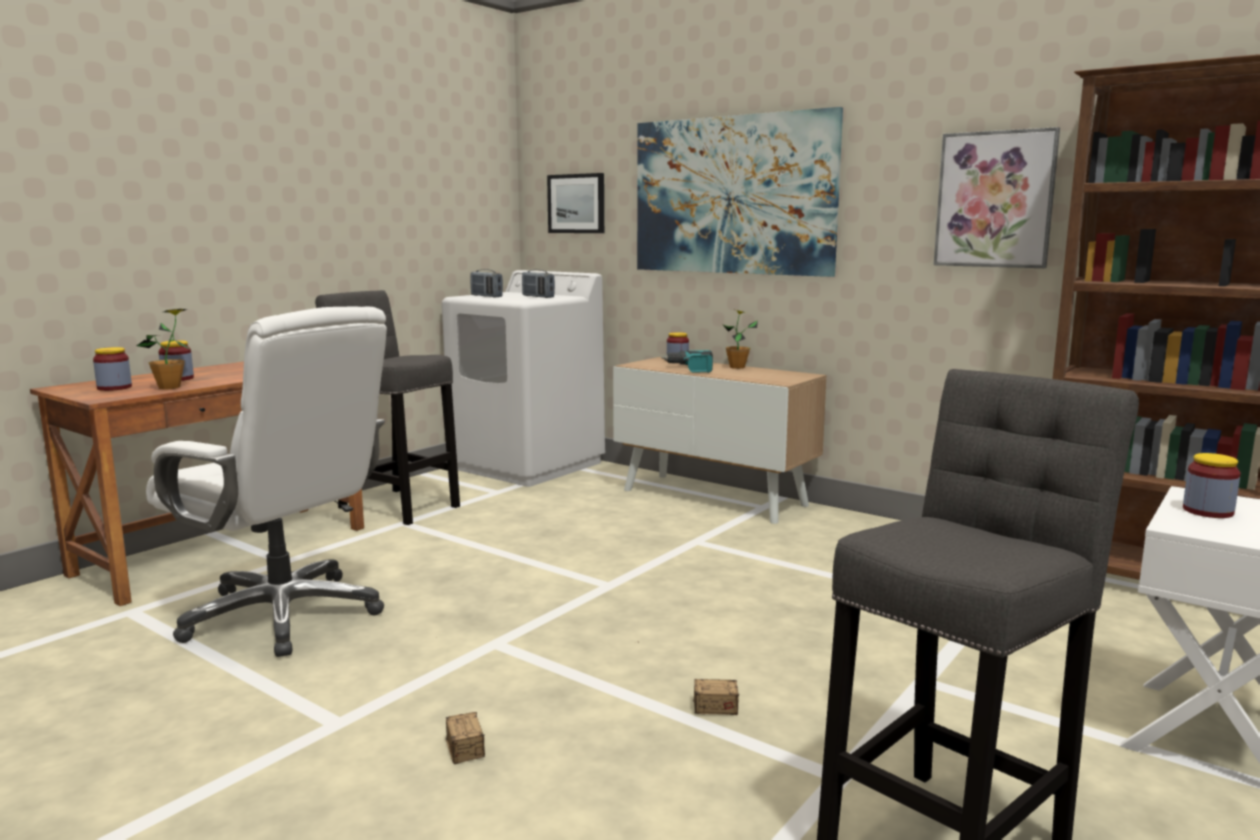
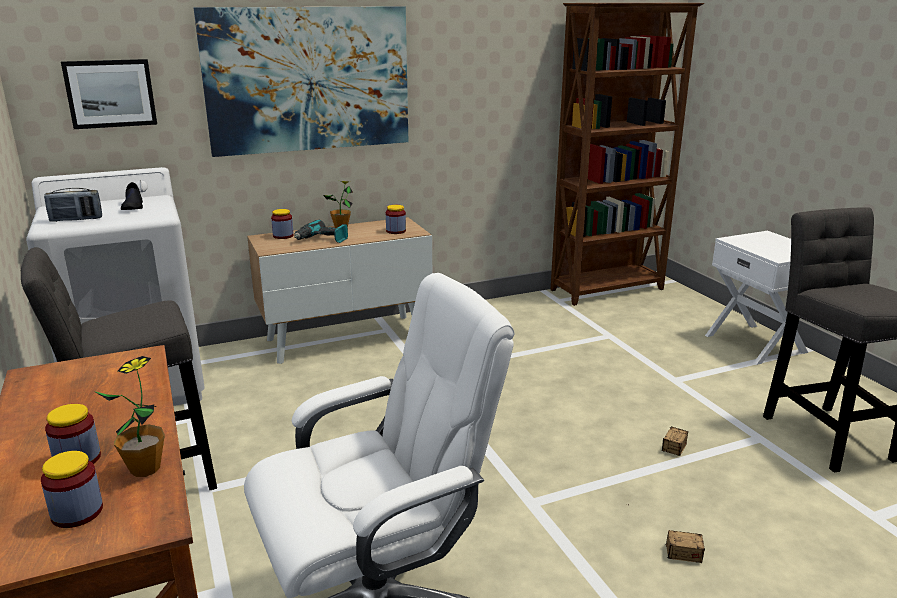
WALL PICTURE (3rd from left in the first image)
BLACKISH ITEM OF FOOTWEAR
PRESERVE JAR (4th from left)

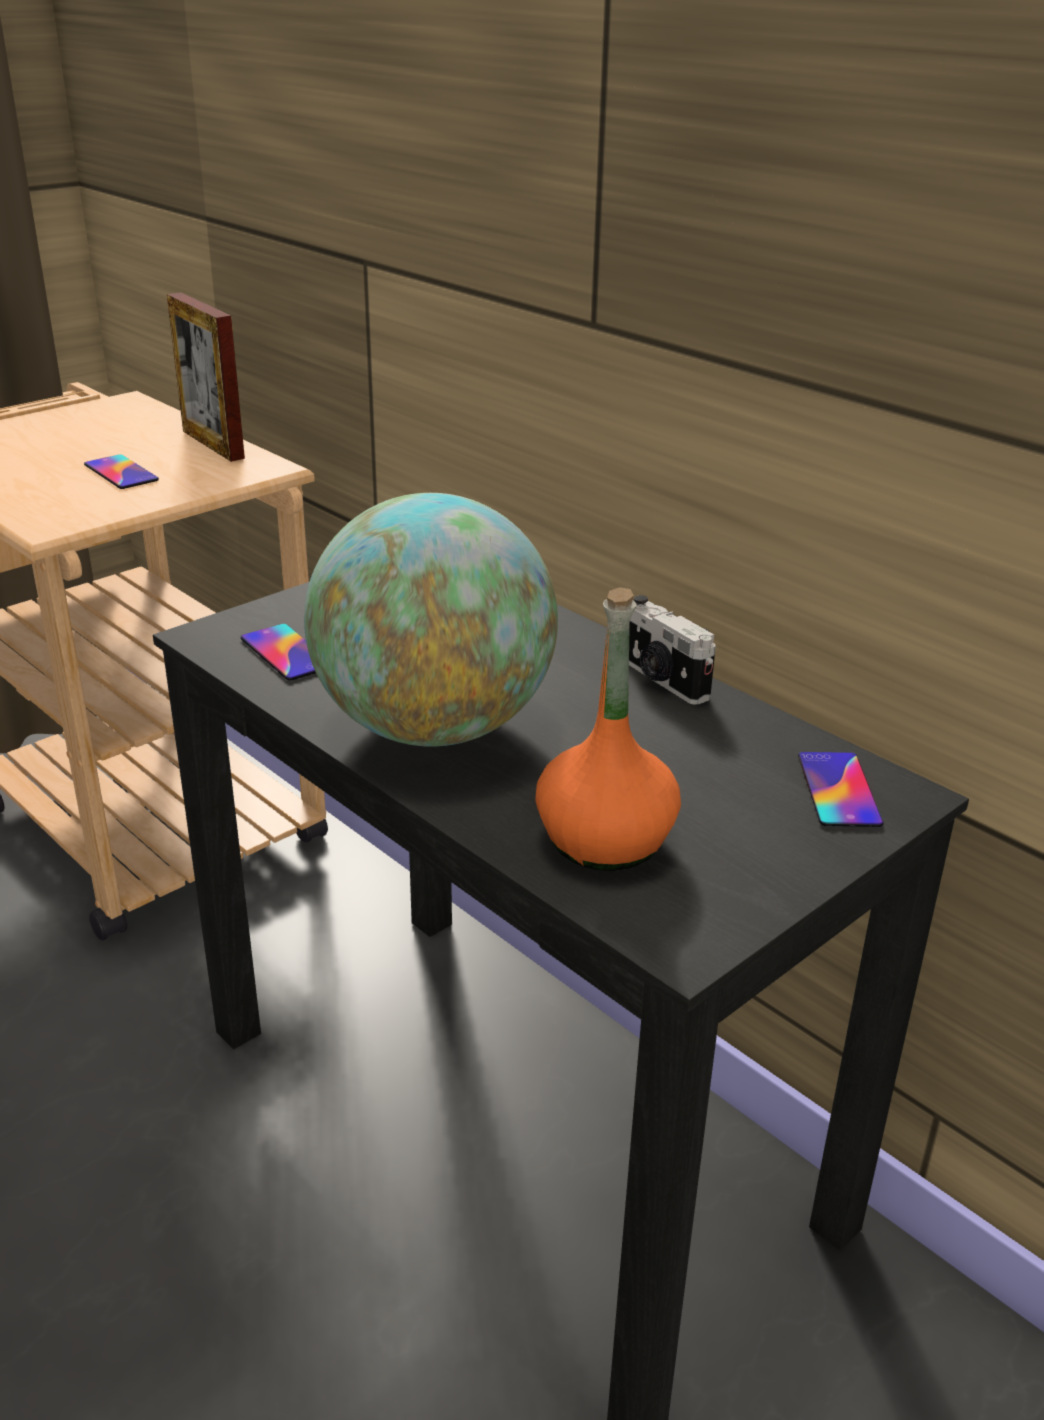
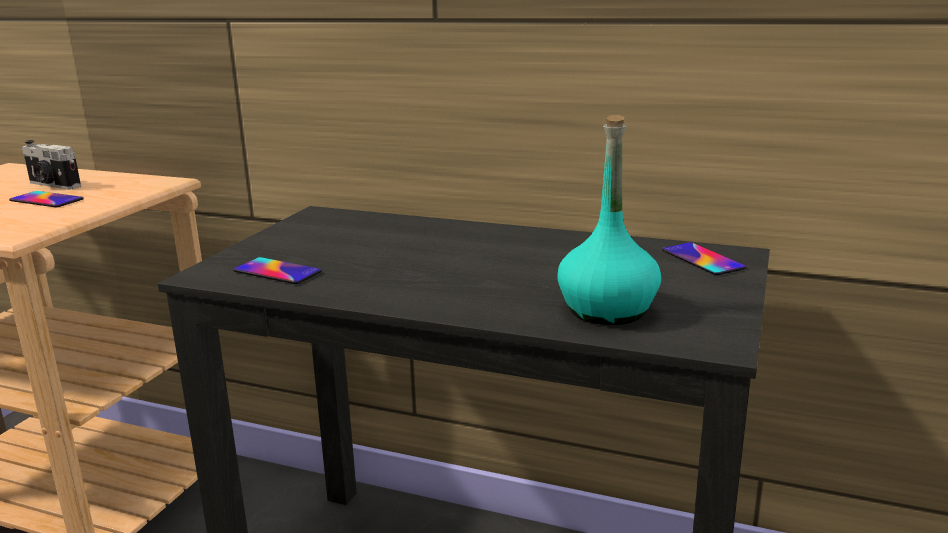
PHOTO FRAME
WORLD GLOBE
TURQUOISE BOTTLE
STILL CAMERA

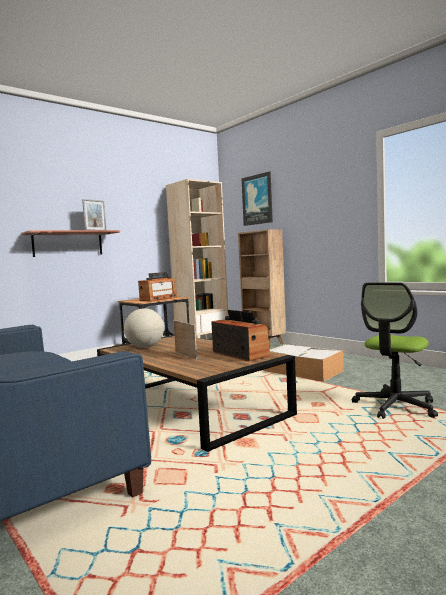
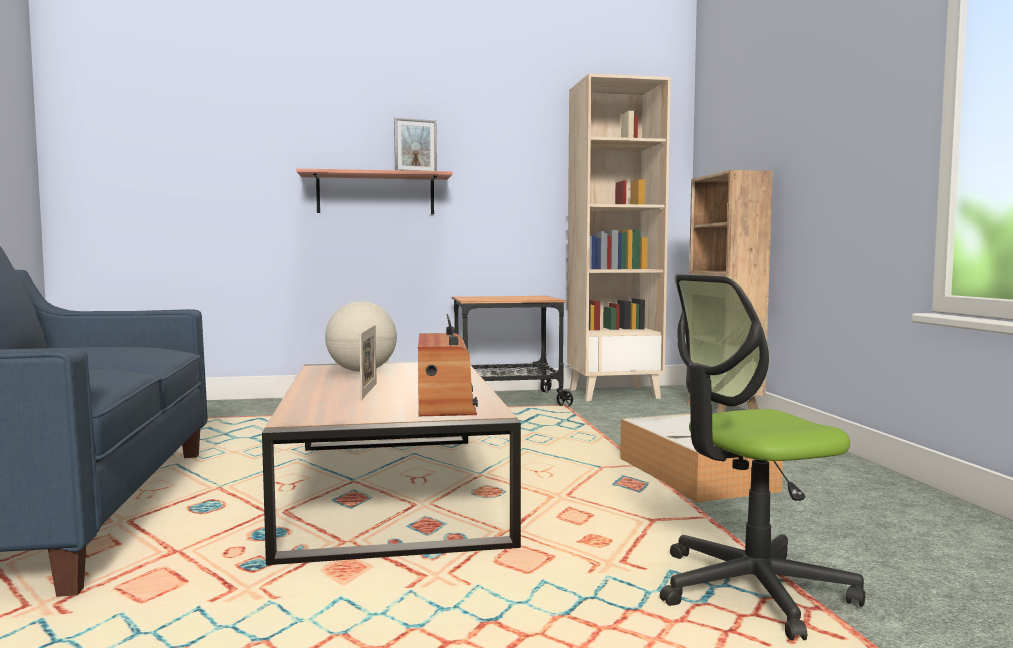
WALL PICTURE
RADIO (1st from left in the first image)

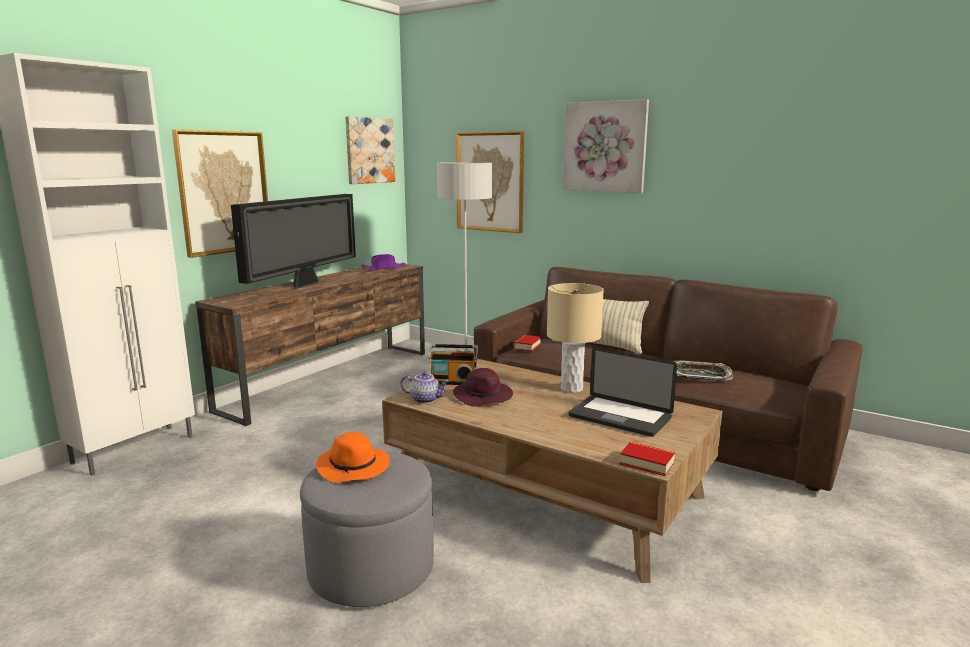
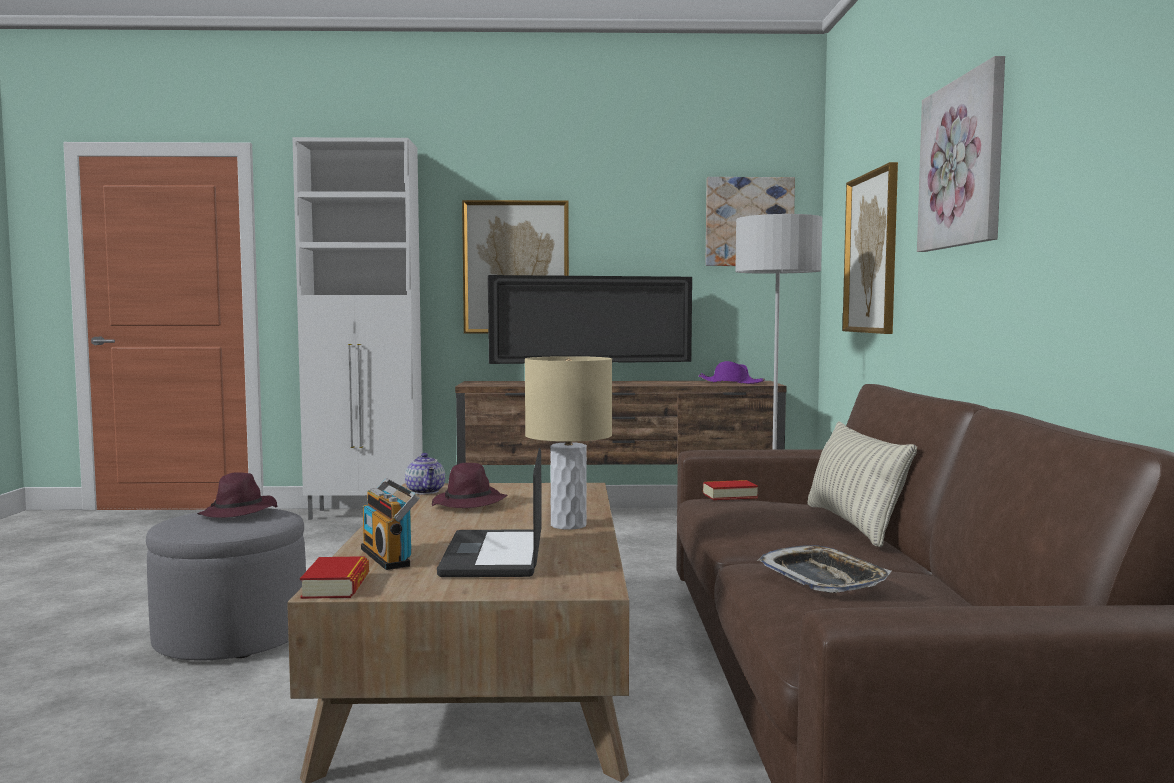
RADIO
PURPLE-COLOURED CLOTHING HAT (1st from left)

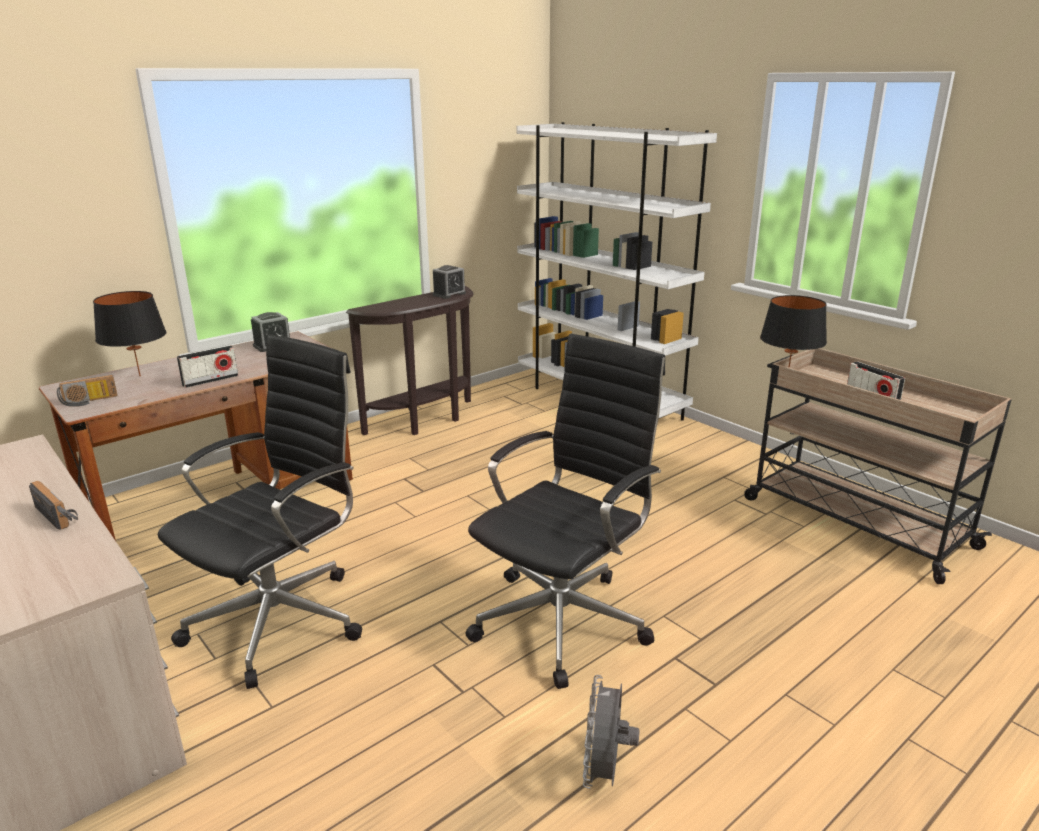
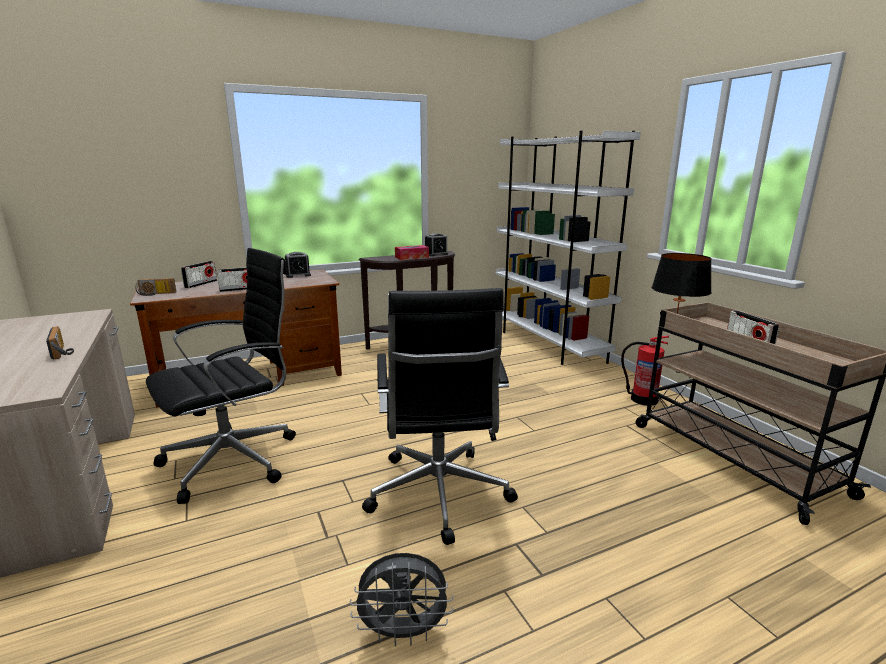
RADIO (3rd from left)
BLACKISH DESK CHAIR (2nd from left)
GREYISH ELECTRIC FAN
TISSUE BOX
FIRE EXTINGUISHER

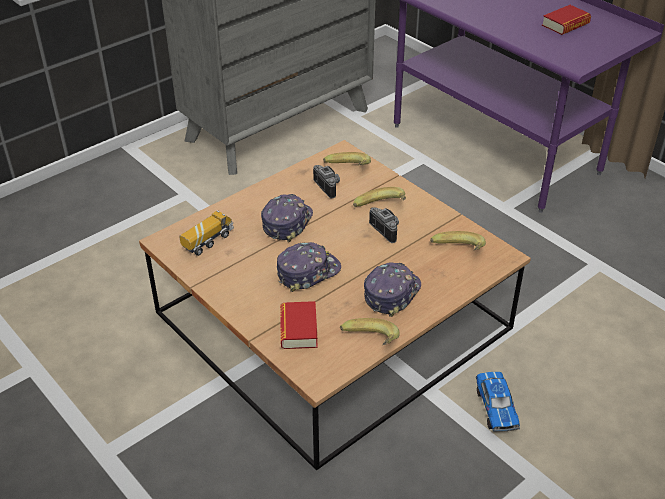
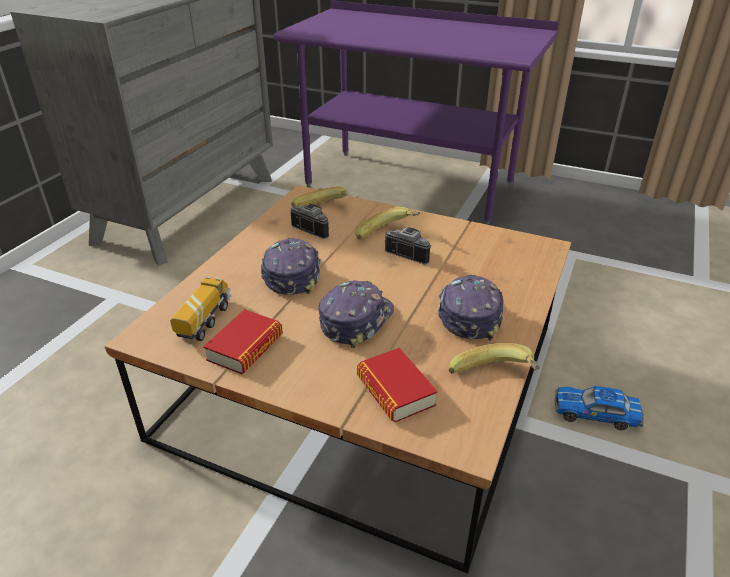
BOUND BOOK (1st from left)
WHOLE BANANA (4th from left in the first image)
TOY CAR

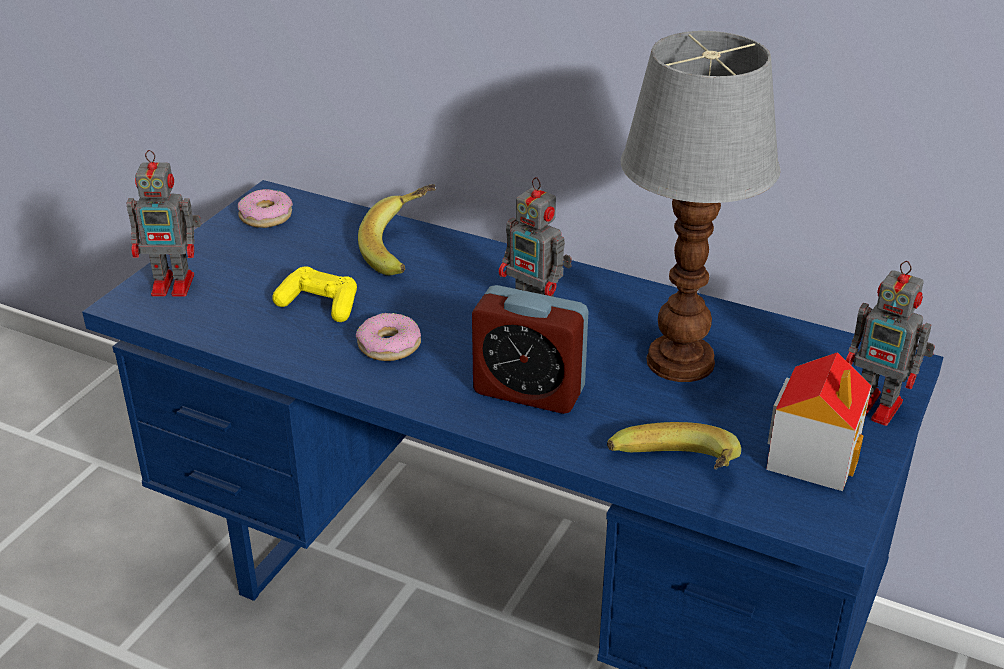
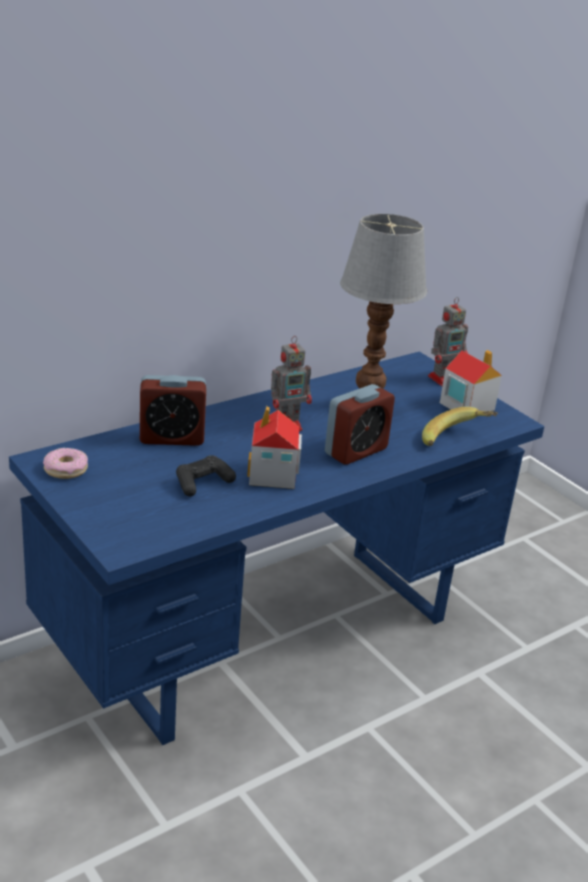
TOY ROBOT (1st from left in the first image)
ALARM CLOCK (1st from left)
BLACKISH GAMEPAD
TOY HOUSE (1st from left)

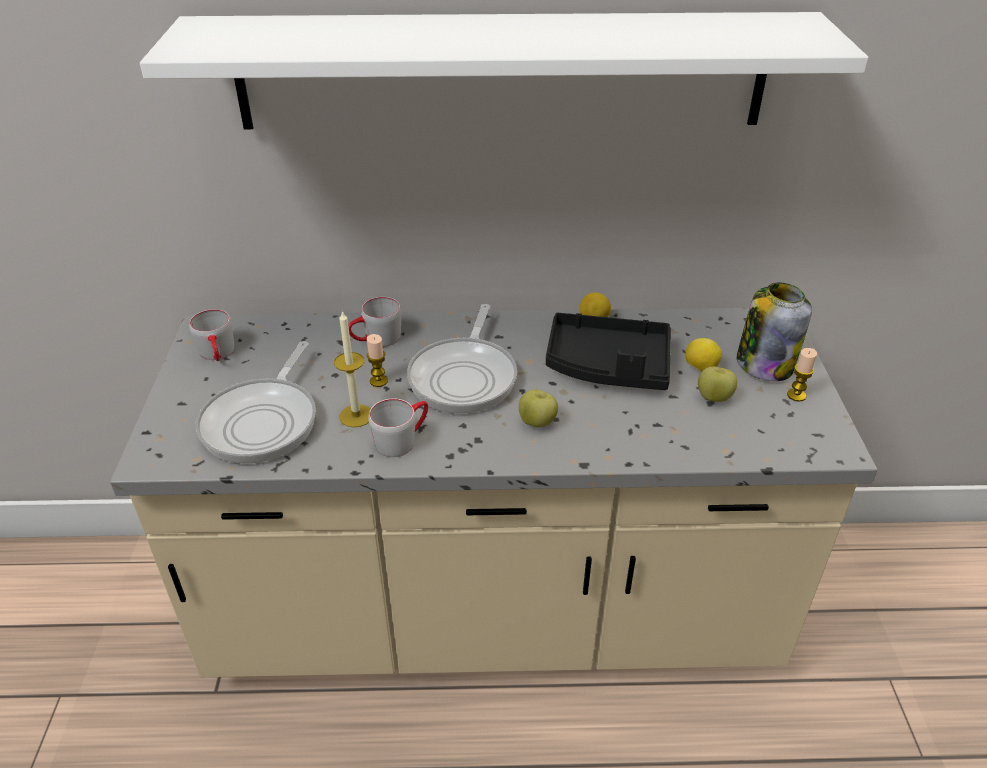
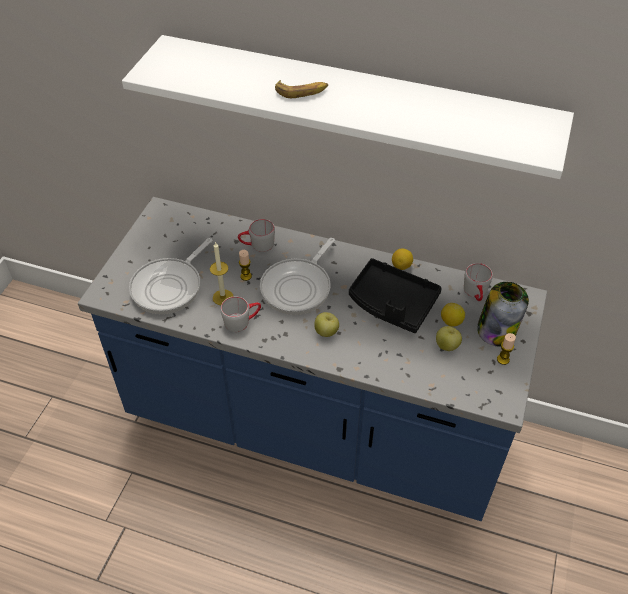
BLUE-COLOURED KITCHEN BASE UNIT
GREYISH TEA MUG (3rd from left)
WHOLE BANANA

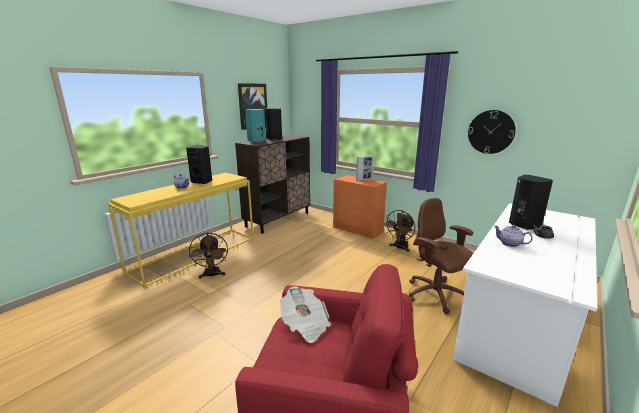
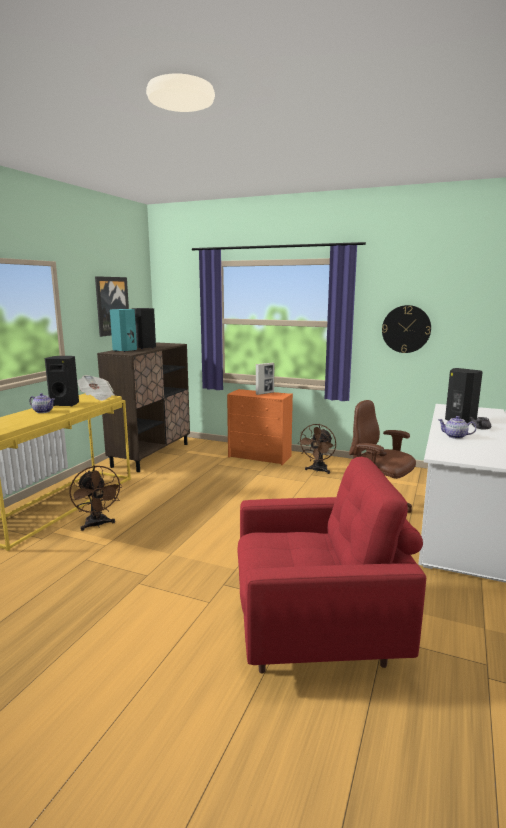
PRINTED PAPER

